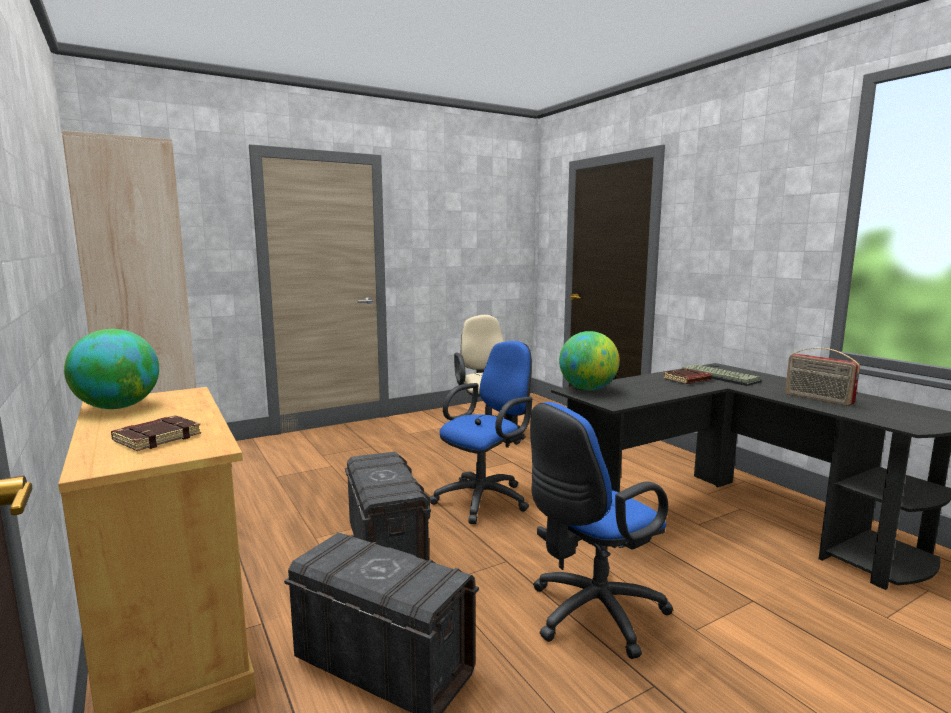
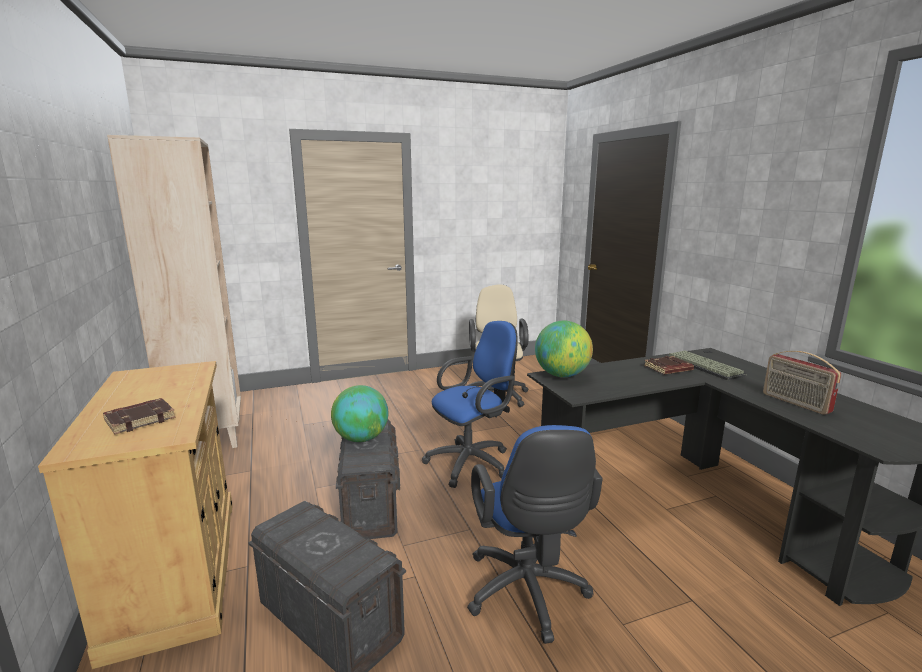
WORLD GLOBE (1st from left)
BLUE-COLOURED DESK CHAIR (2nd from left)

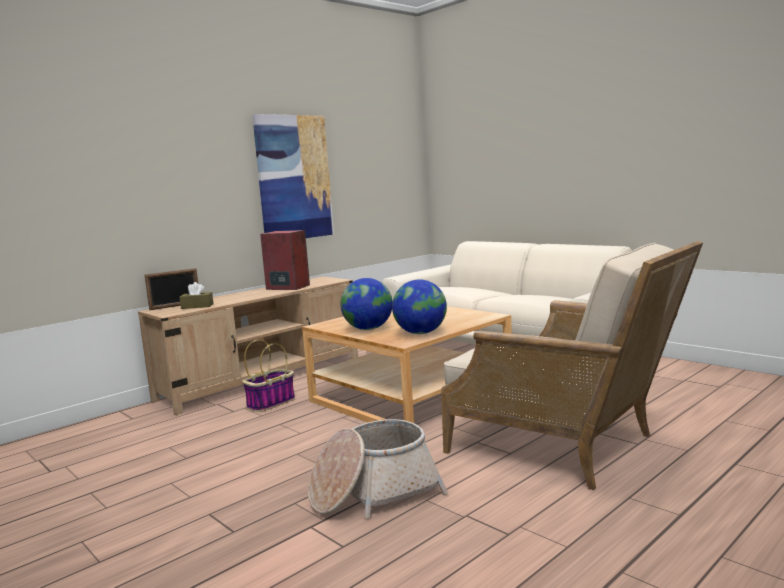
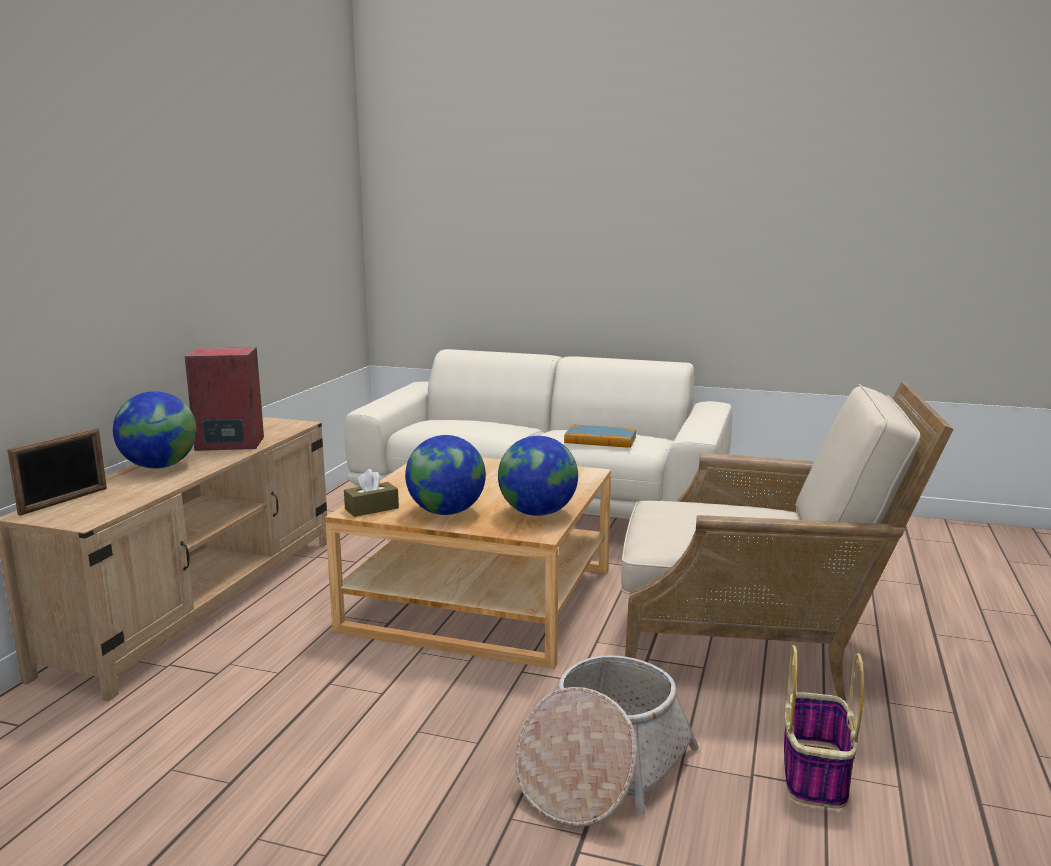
WALL PICTURE
BROWNISH TISSUE BOX
BASKET (2nd from left)
WORLD GLOBE (1st from left)
BOUND BOOK

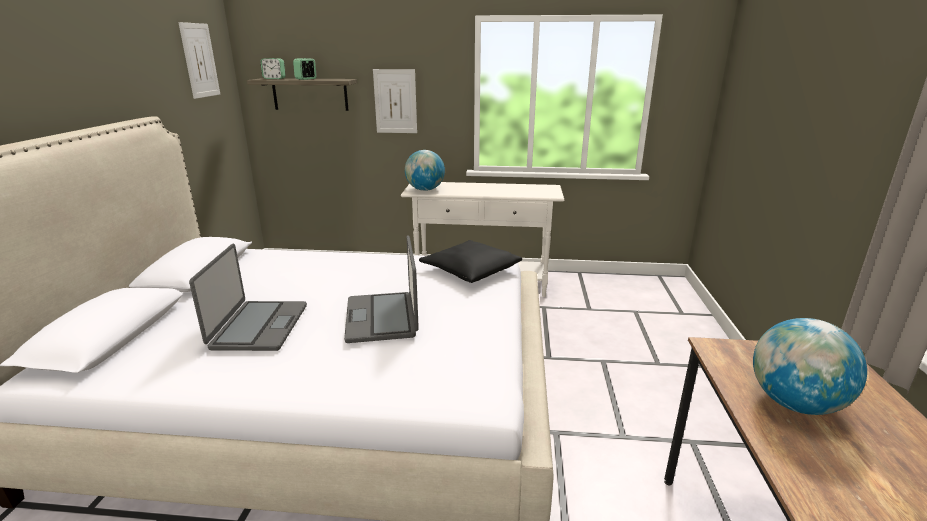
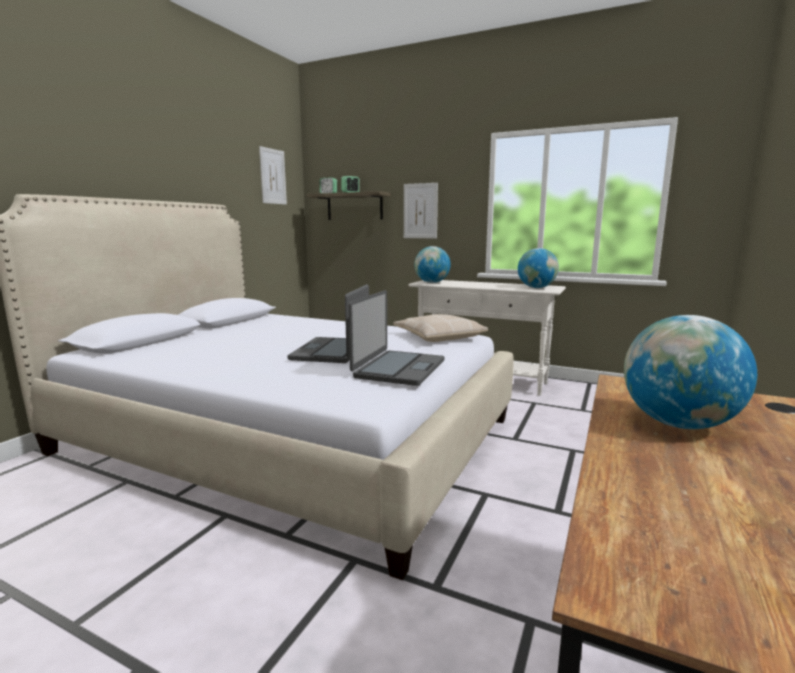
BEIGE-COLOURED THROW PILLOW
LAPTOP (2nd from left)
WORLD GLOBE (2nd from left)

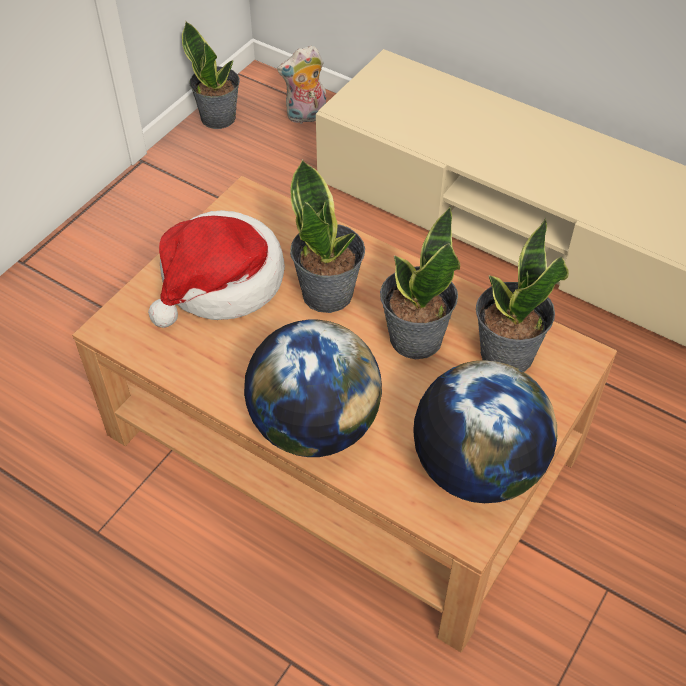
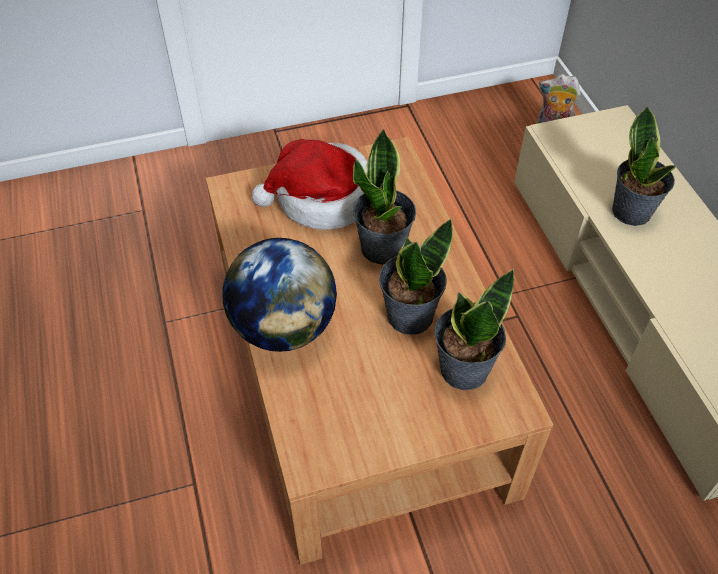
POTTED PLANT (4th from left)
WORLD GLOBE (2nd from left in the first image)

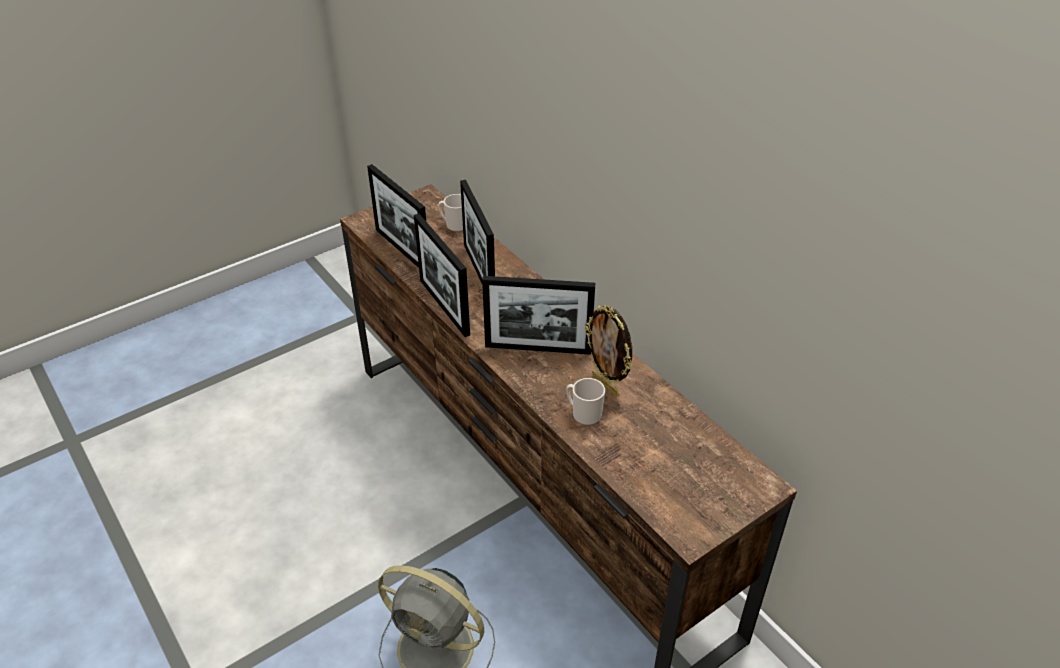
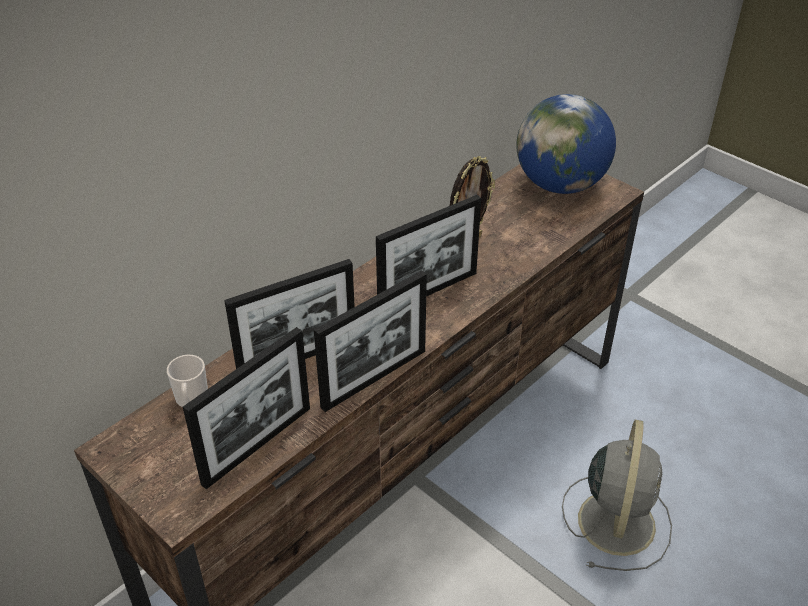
PHOTO FRAME (4th from left)
TEA MUG (2nd from left in the first image)
WORLD GLOBE

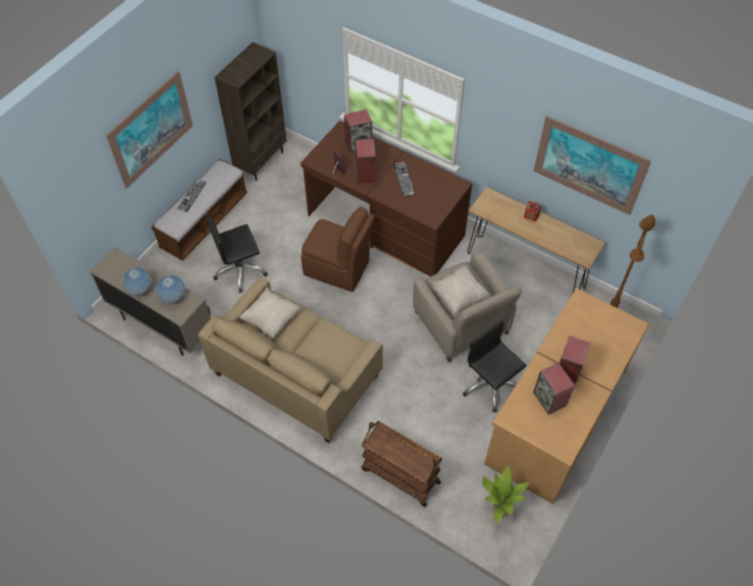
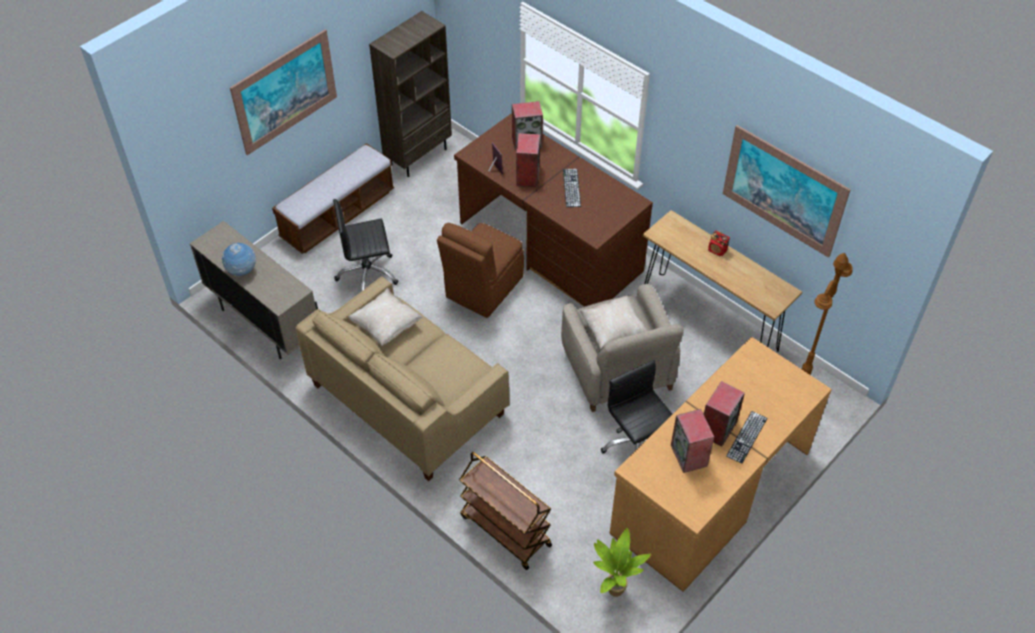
PC KEYBOARD (2nd from left)
BROWNISH CHAIR
WORLD GLOBE (2nd from left in the first image)

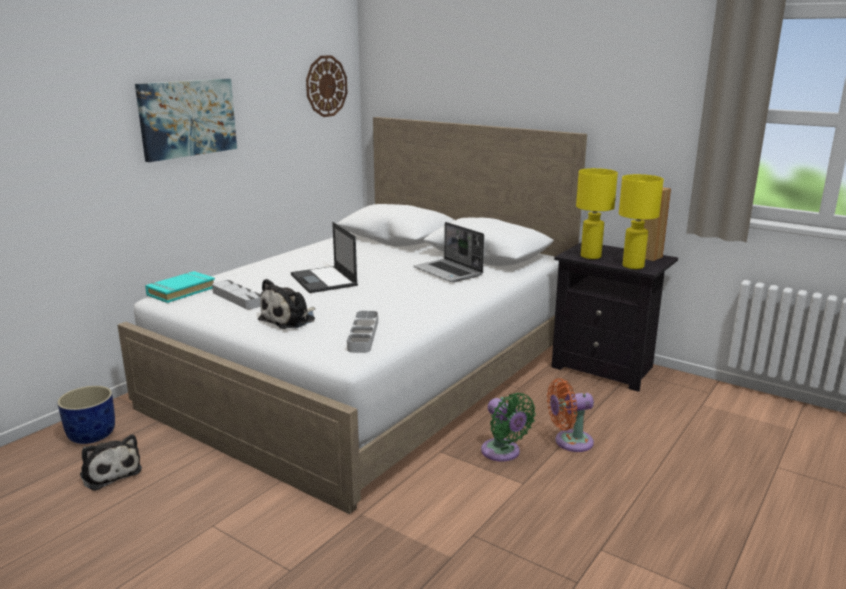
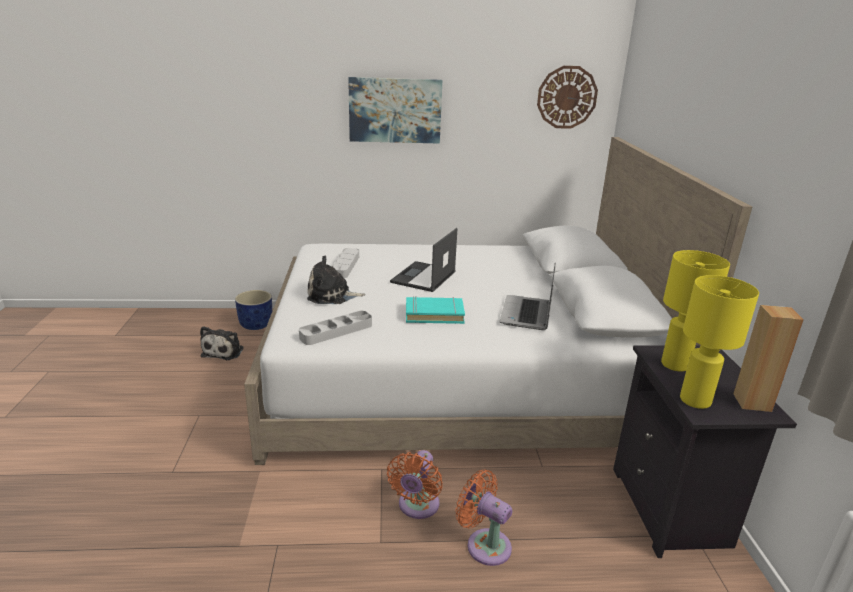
TURQUOISE BOUND BOOK
ORANGE ELECTRIC FAN (1st from left)

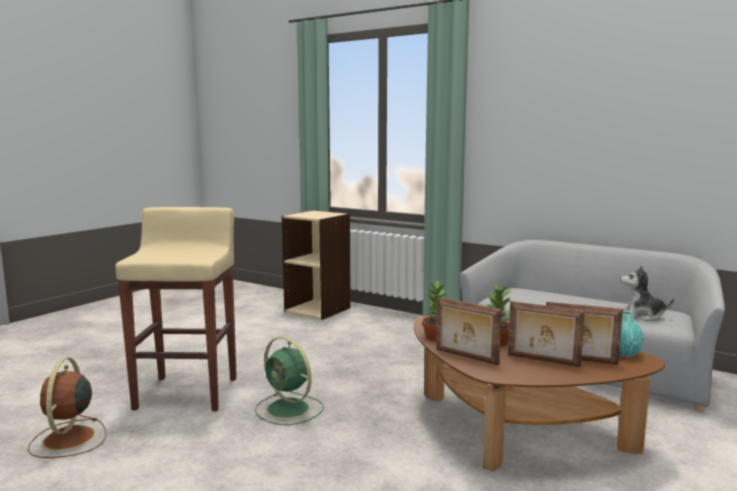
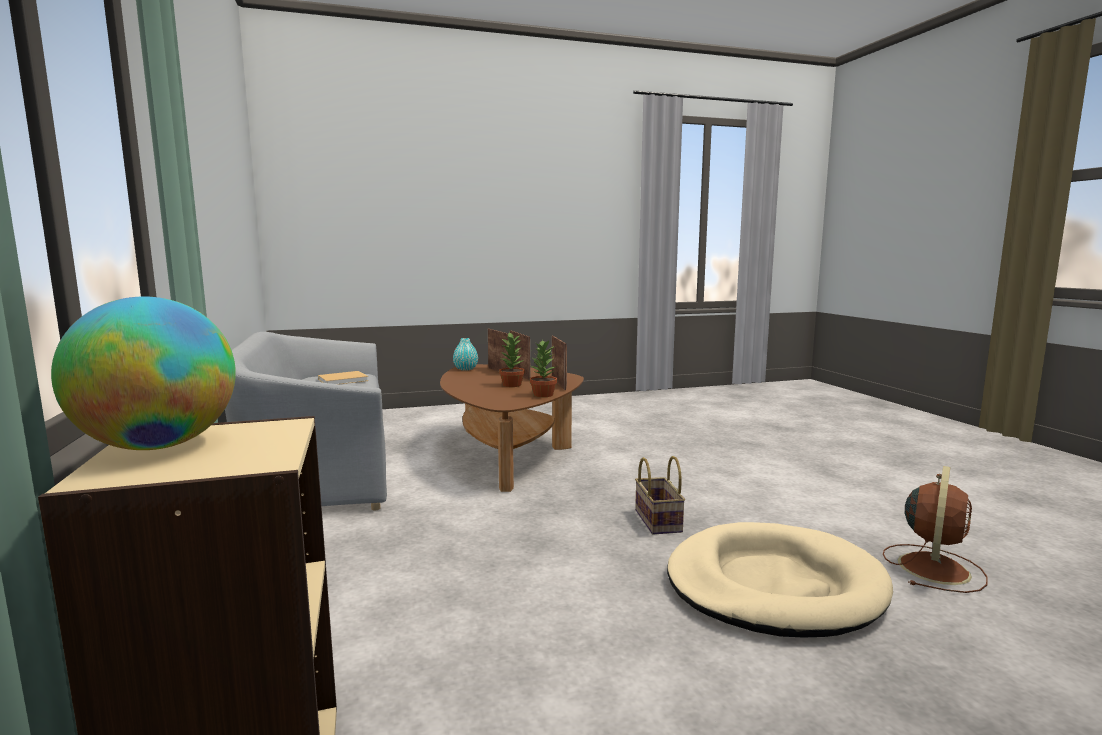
BEIGE-COLOURED DOG BED
BEIGE-COLOURED BOUND BOOK
BASKET
WORLD GLOBE

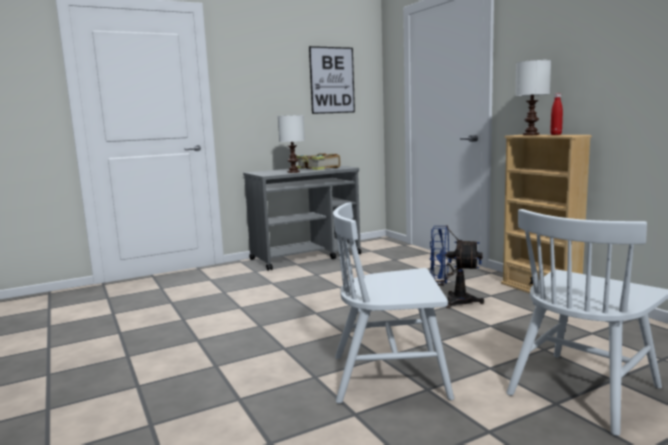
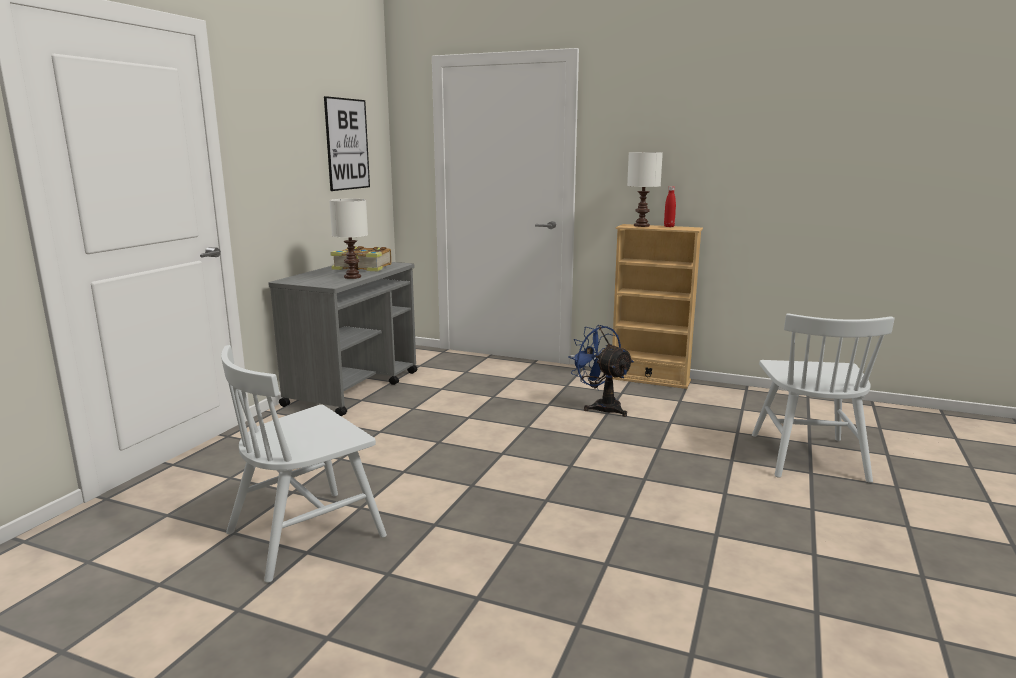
WHITE-COLOURED CHAIR (1st from left)
BLUE-COLOURED ELECTRIC FAN

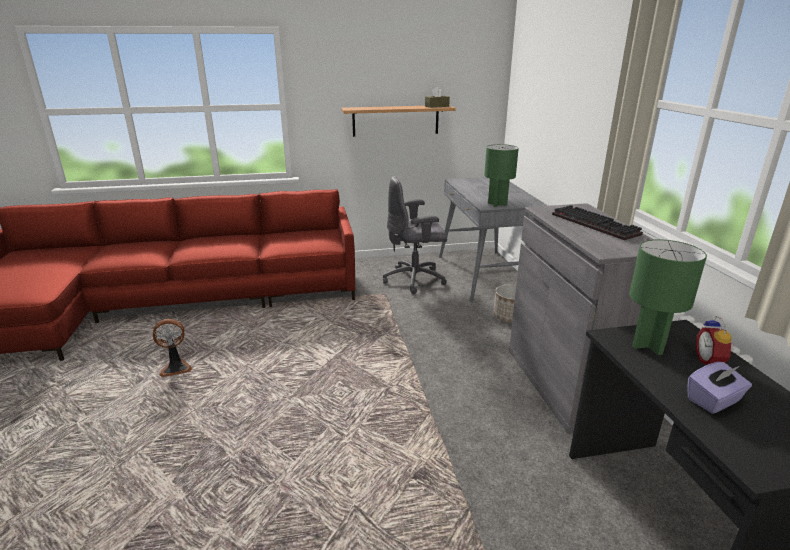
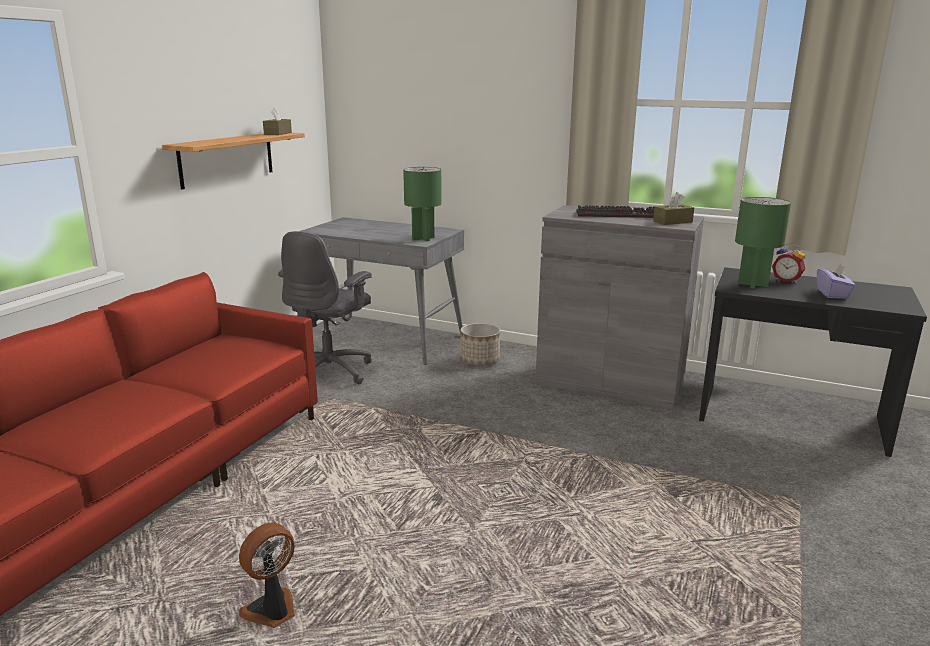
ELECTRIC FAN
BROWNISH TISSUE BOX (2nd from left)

